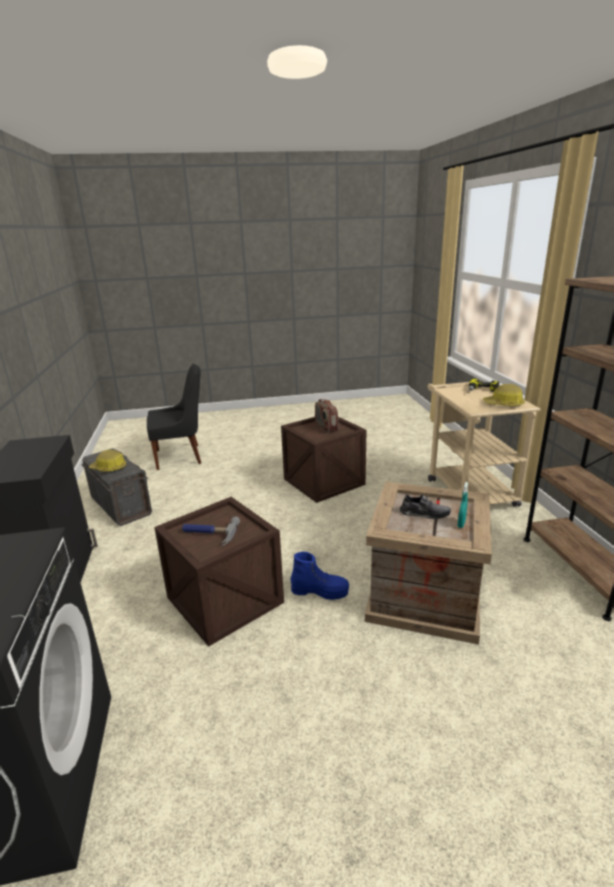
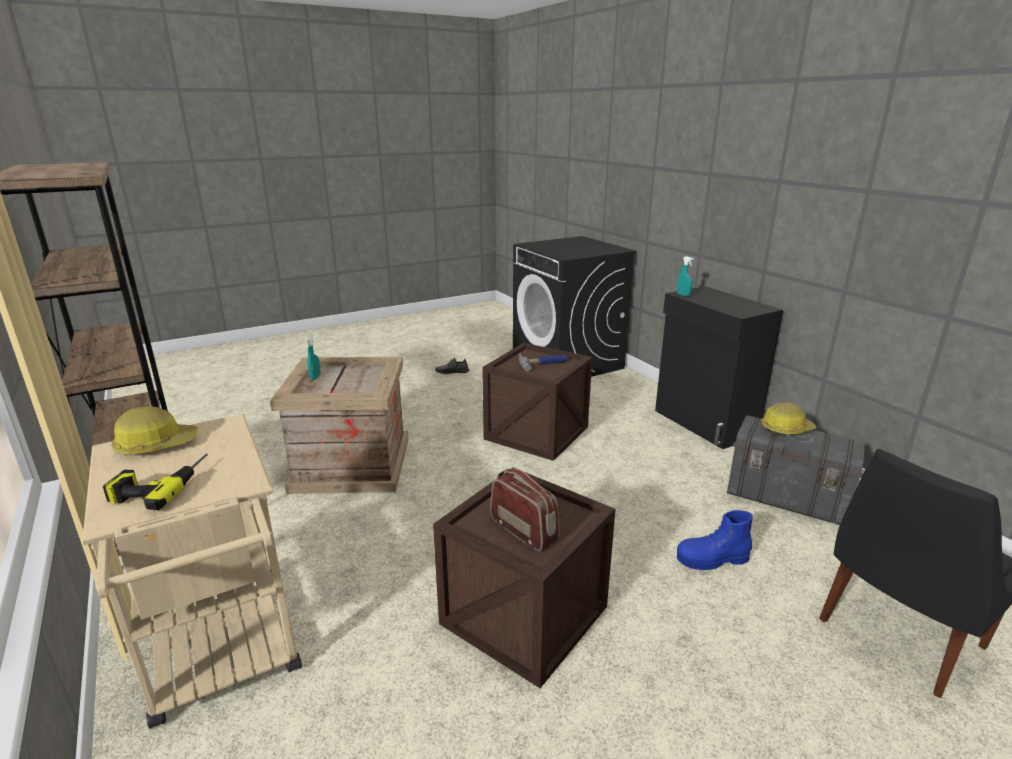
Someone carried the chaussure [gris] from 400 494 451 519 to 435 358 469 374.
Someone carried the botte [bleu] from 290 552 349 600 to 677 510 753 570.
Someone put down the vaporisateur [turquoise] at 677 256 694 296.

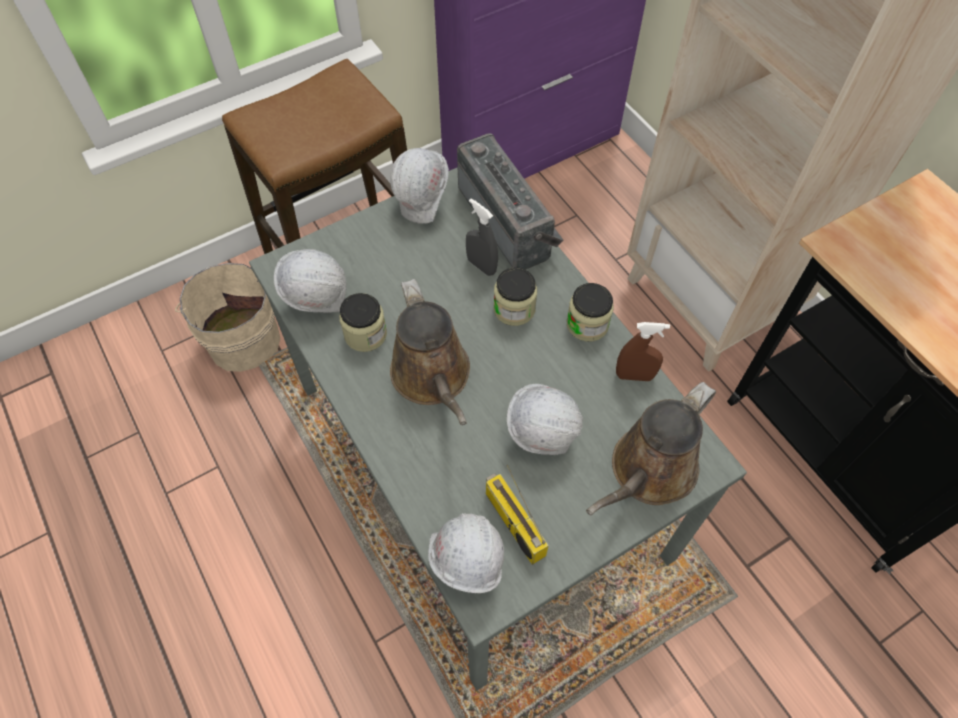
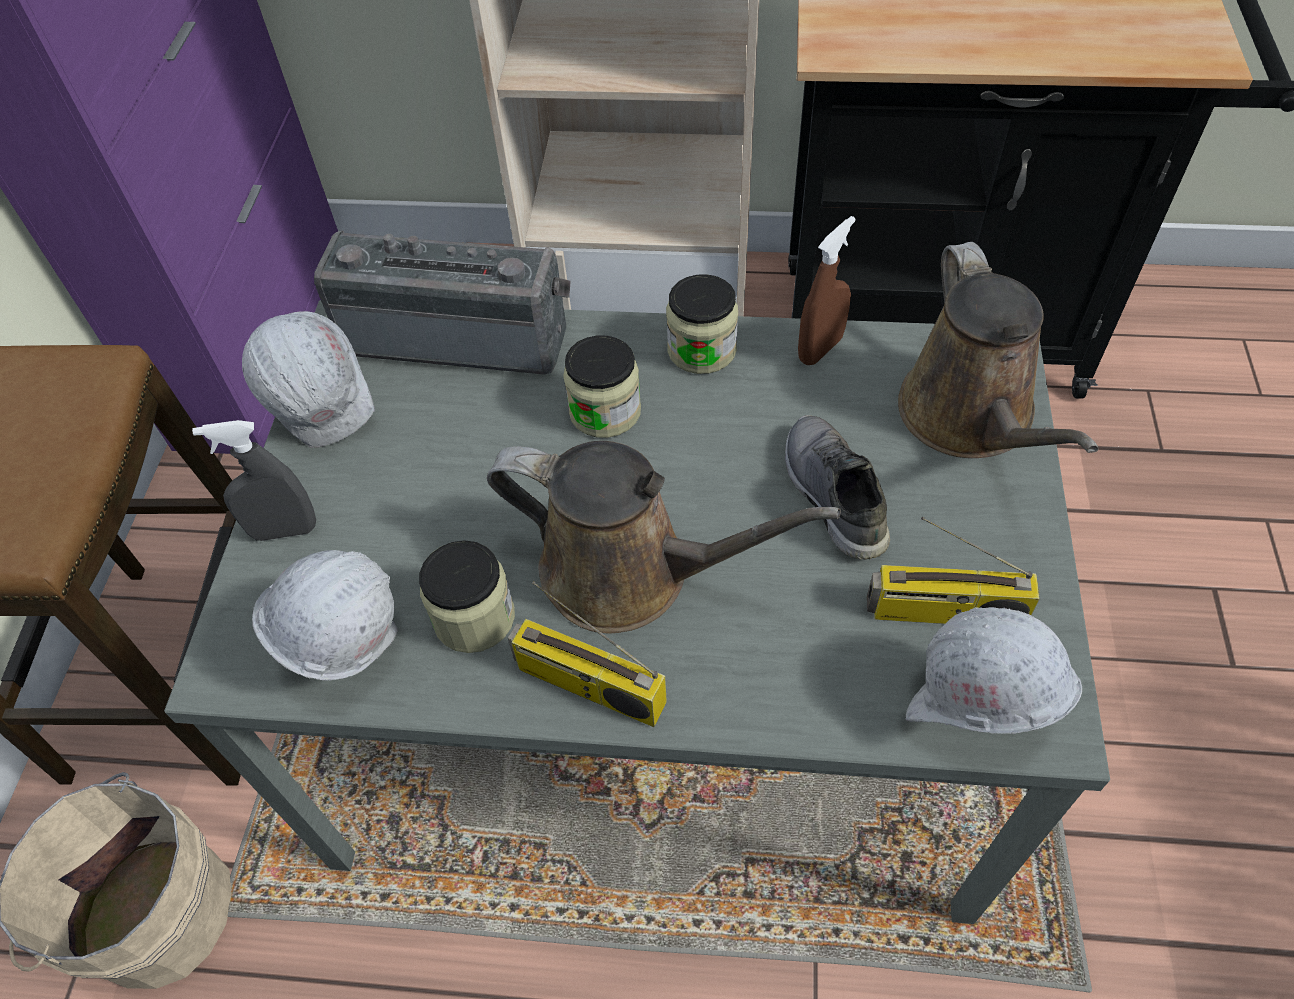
Someone carried the vaporisateur [gris] from 466 198 498 276 to 192 420 316 541.
Someone swapped the casque de chantier [blanc] at 507 384 607 455 for the chaussure [gris] at 785 415 890 560.
Someone put down the radio at 508 581 667 727.

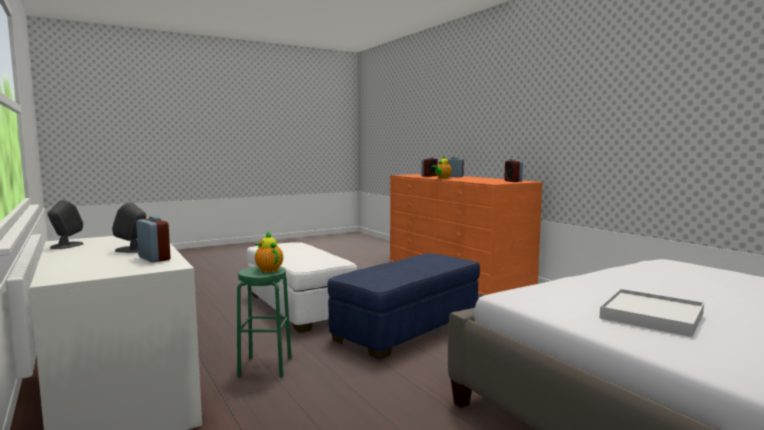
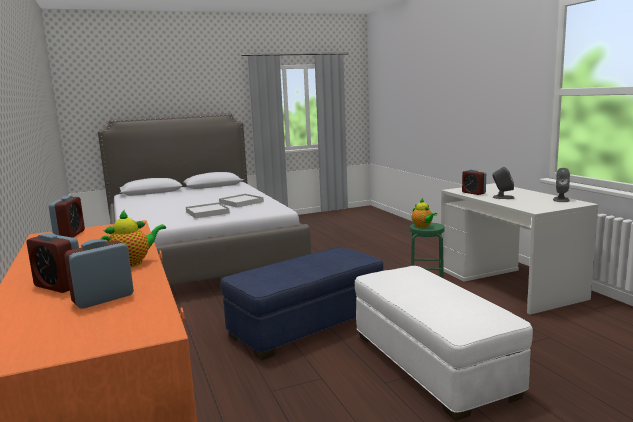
Someone put down the plateau [blanc] at 186 202 230 218.

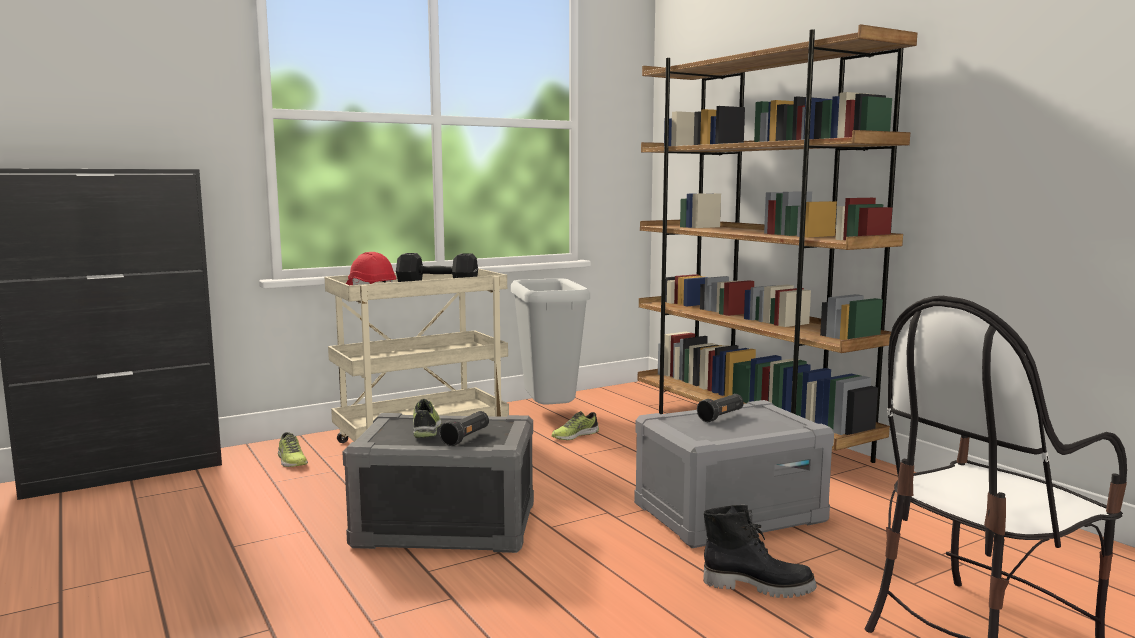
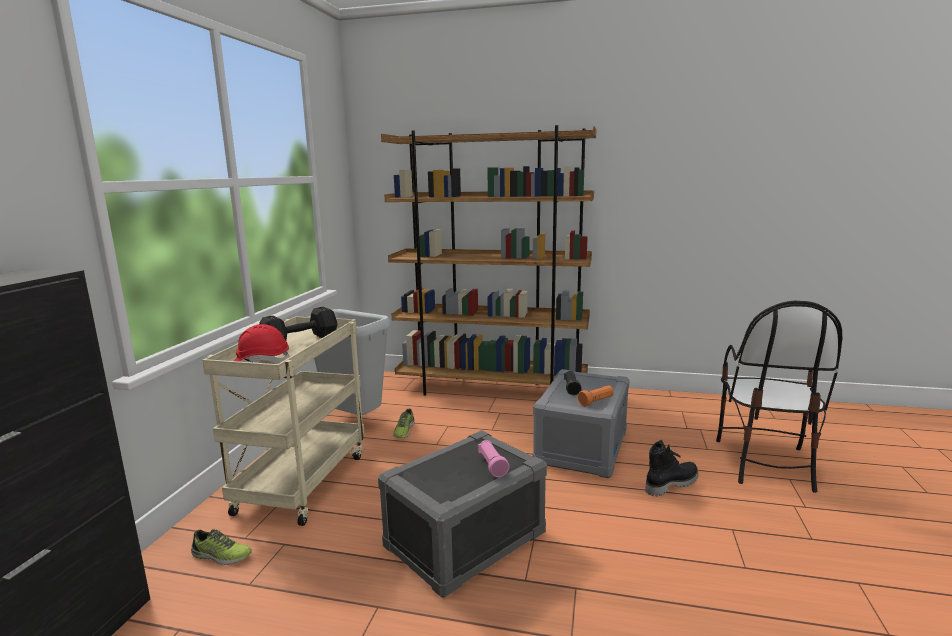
Someone took away the chaussure at 413 399 441 438.
Someone repainted the lampe de poche [noir] at 439 411 489 446, which became the lampe de poche [rose] at 478 440 509 477.
Someone put down the lampe de poche [orange] at 578 385 614 407.

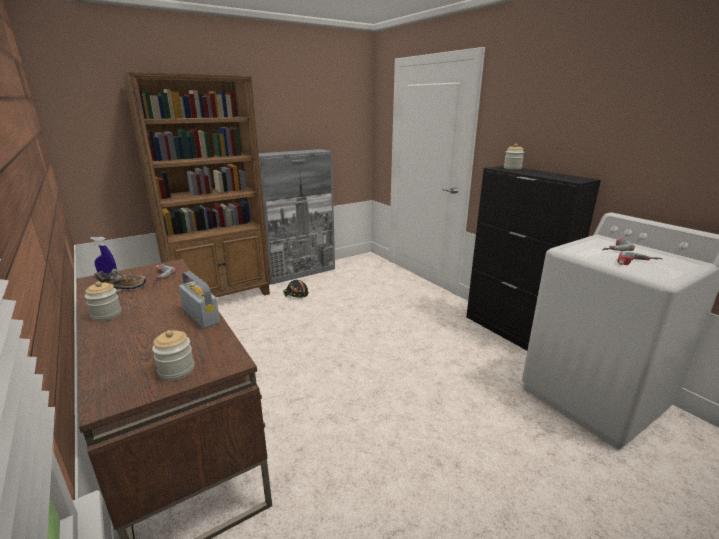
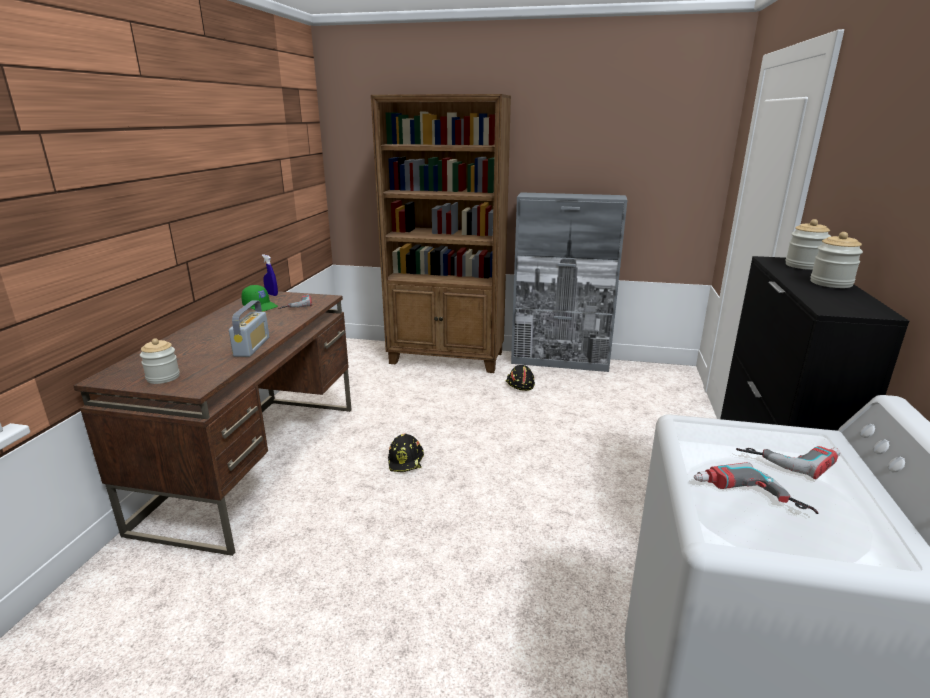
Someone swapped the chaussure at 94 269 147 291 for the casquette [vert] at 241 285 278 312.
Someone carried the bocal from 85 281 122 321 to 810 232 863 288.
Someone put down the casque de chantier [noir] at 388 433 424 472.

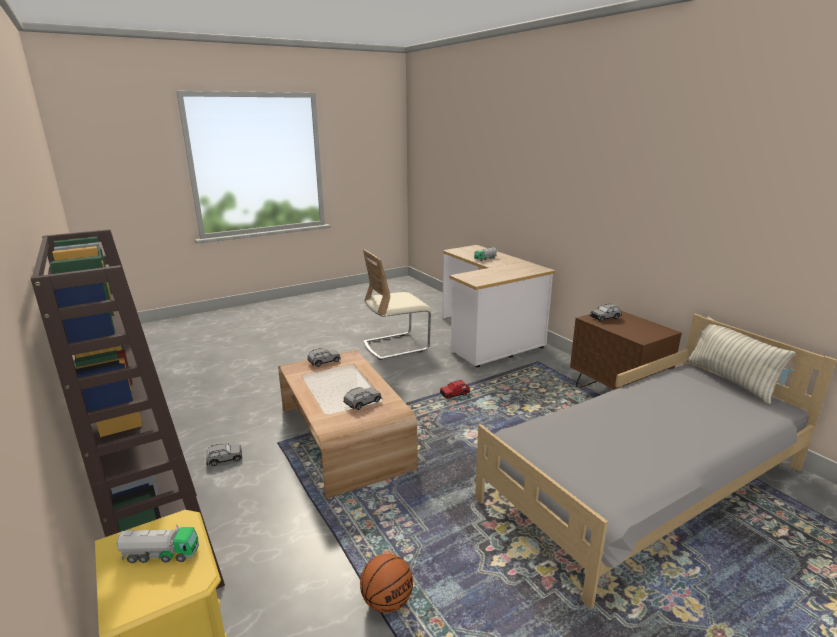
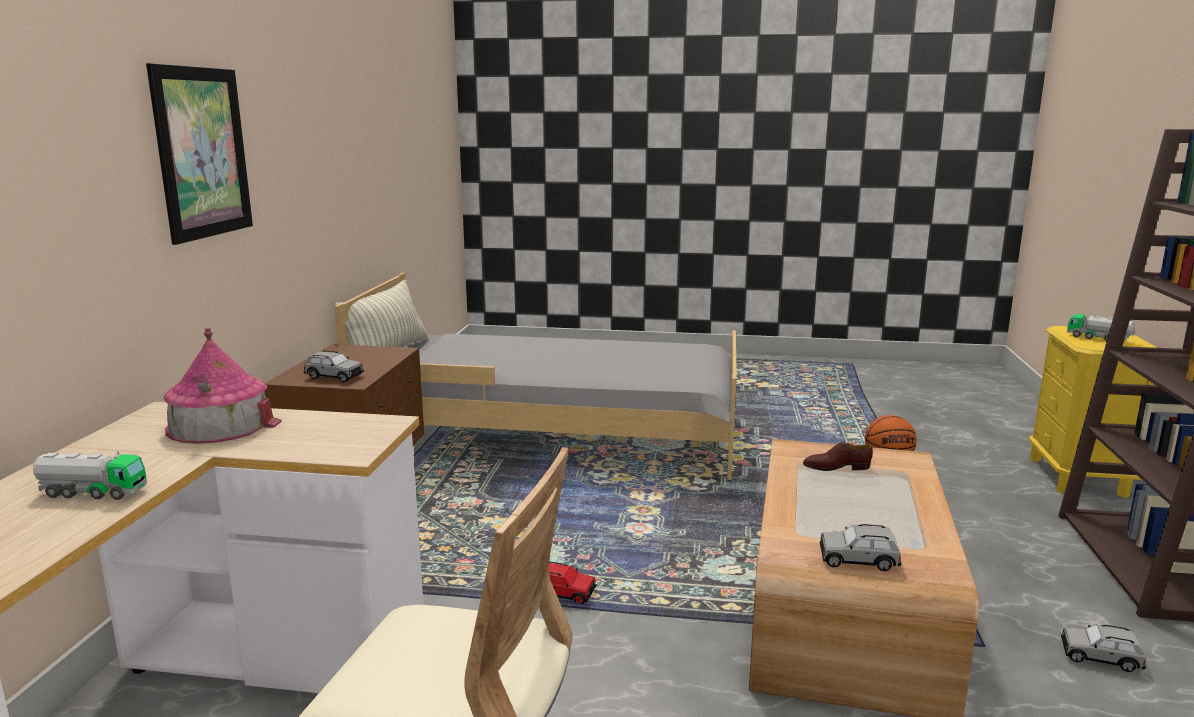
Someone swapped the petite voiture [gris] at 343 387 382 410 for the chaussure [marron] at 803 442 873 471.
Someone put up the tableau at 146 63 253 245.
Someone put down the maison miniature at 163 328 281 444.

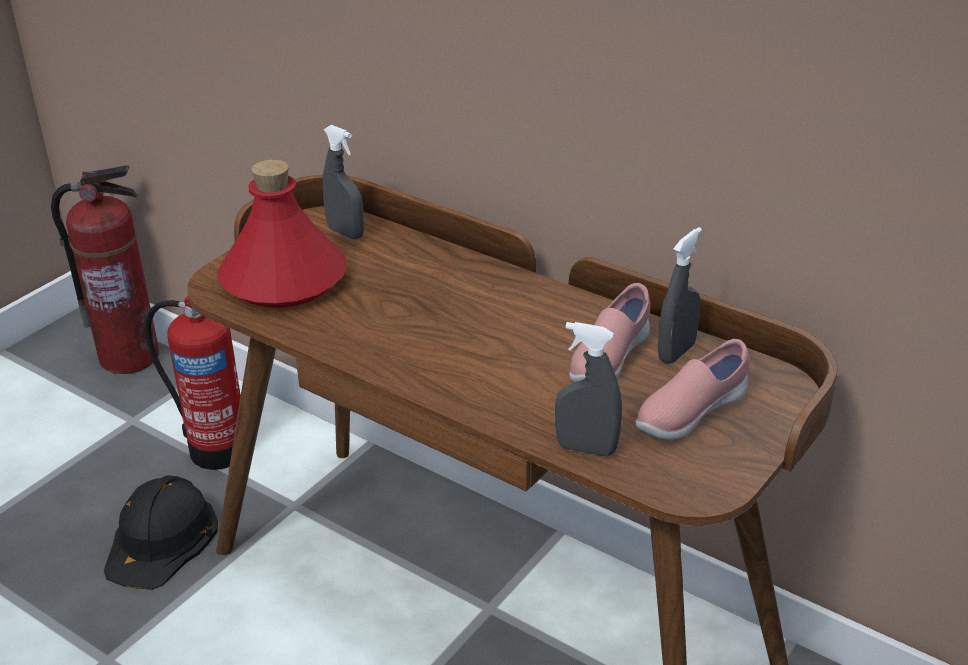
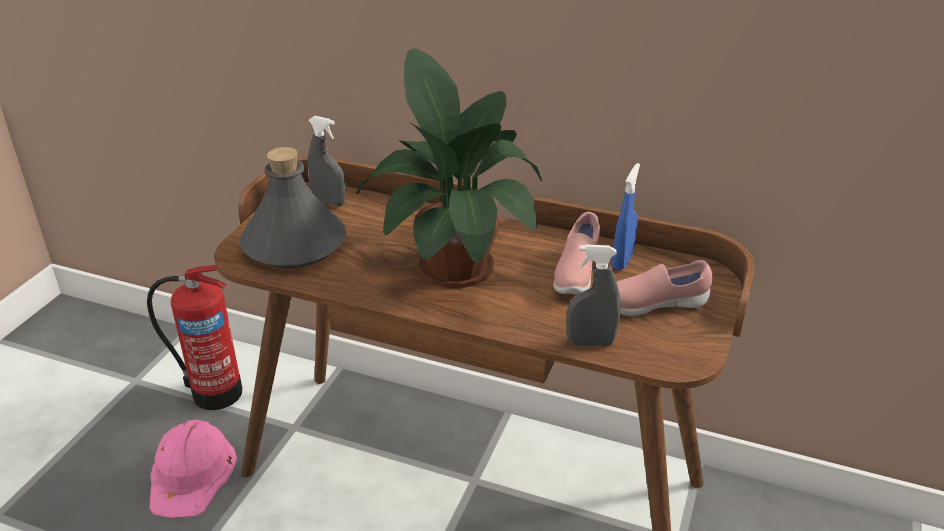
Someone repainted the bouteille [rouge] at 218 160 347 308, which became the bouteille [gris] at 240 147 346 269.
Someone took away the extincteur at 51 165 159 374.
Someone repainted the vaporisateur [gris] at 658 227 702 364, which became the vaporisateur [bleu] at 612 163 640 270.
Someone rotated the chaussure [rose] at 635 339 750 440 by 45 degrees clockwise.
Someone repainted the casque de chantier [noir] at 104 475 218 590, which became the casque de chantier [rose] at 150 420 237 519.
Someone put down the plante en pot at 356 48 542 288.

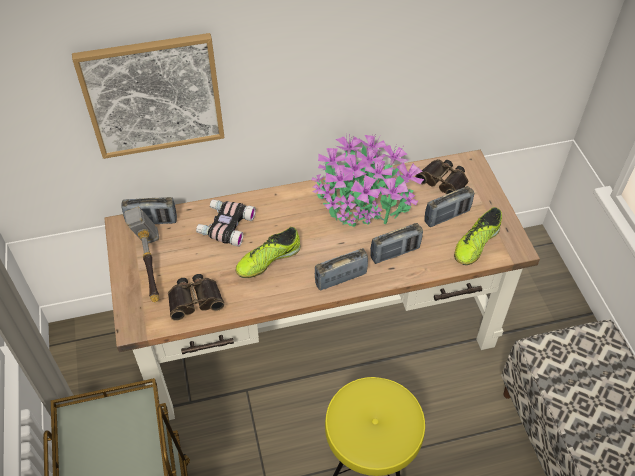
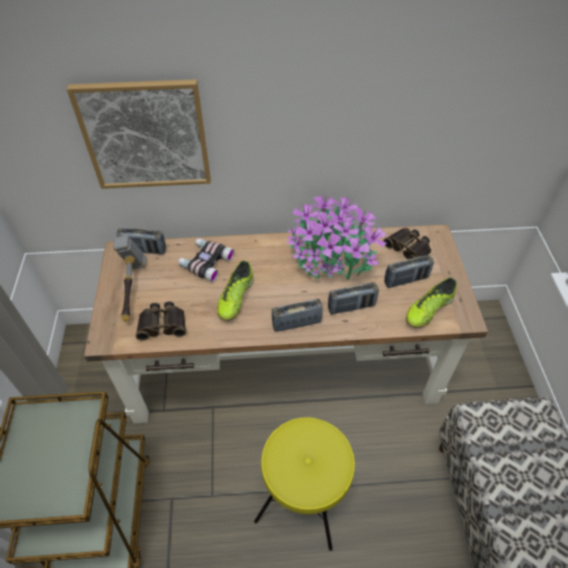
Someone rotated the chaussure at 235 227 300 278 by 45 degrees counterclockwise.

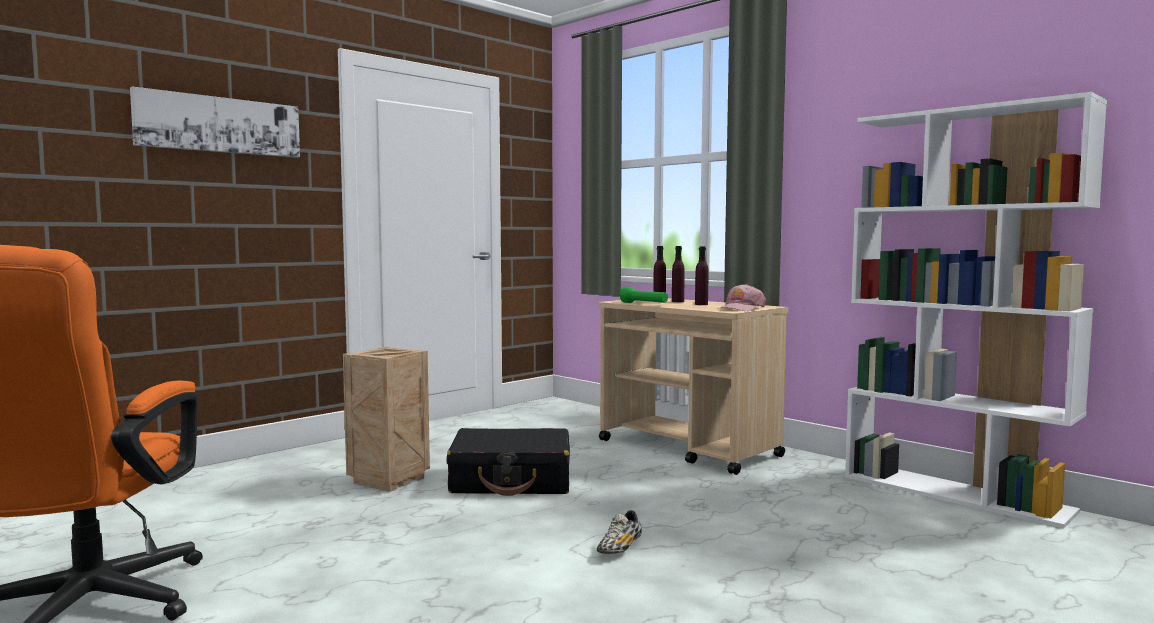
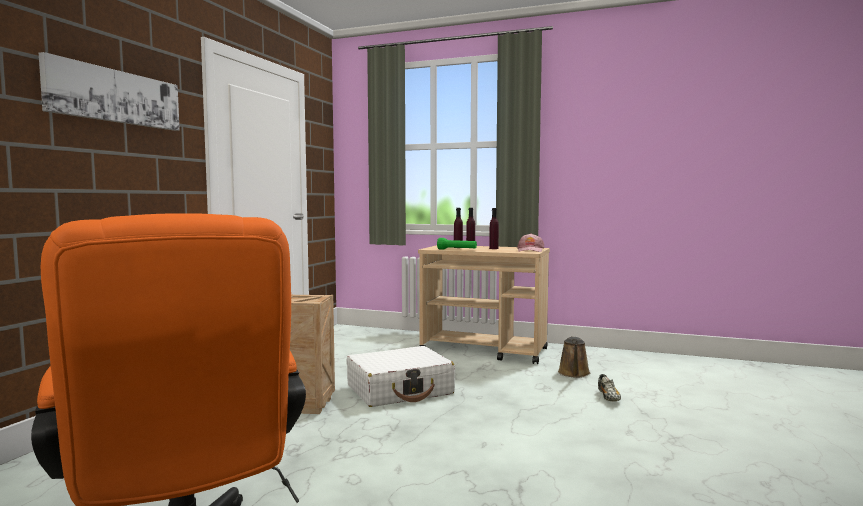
Someone took away the bibliothèque [blanc] at 845 92 1107 529.
Someone repainted the valise [noir] at 447 428 570 496, which became the valise [blanc] at 346 346 455 407.
Someone carried the chaussure from 597 510 642 554 to 598 374 621 401.
Someone put down the arrosoir [marron] at 558 336 590 378.

